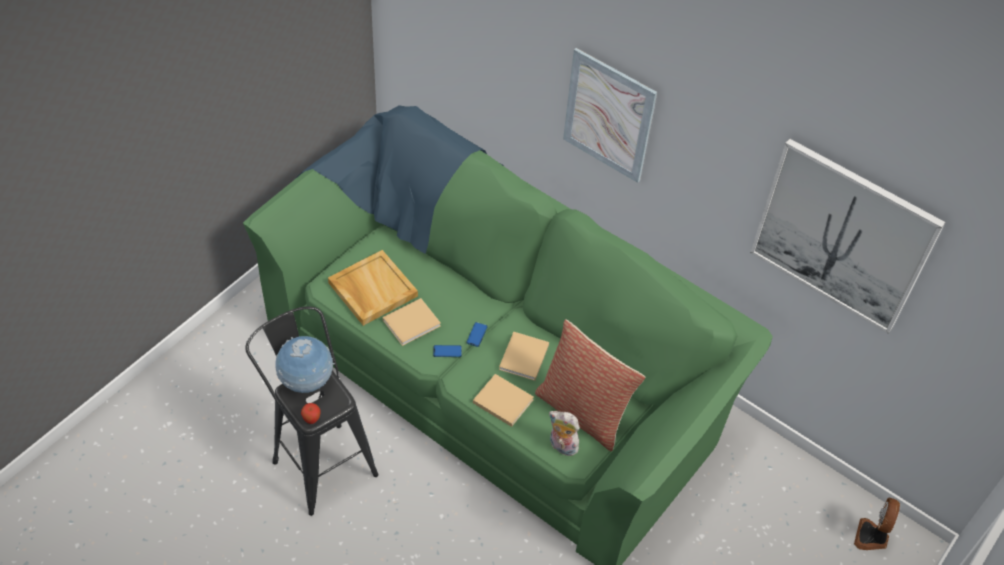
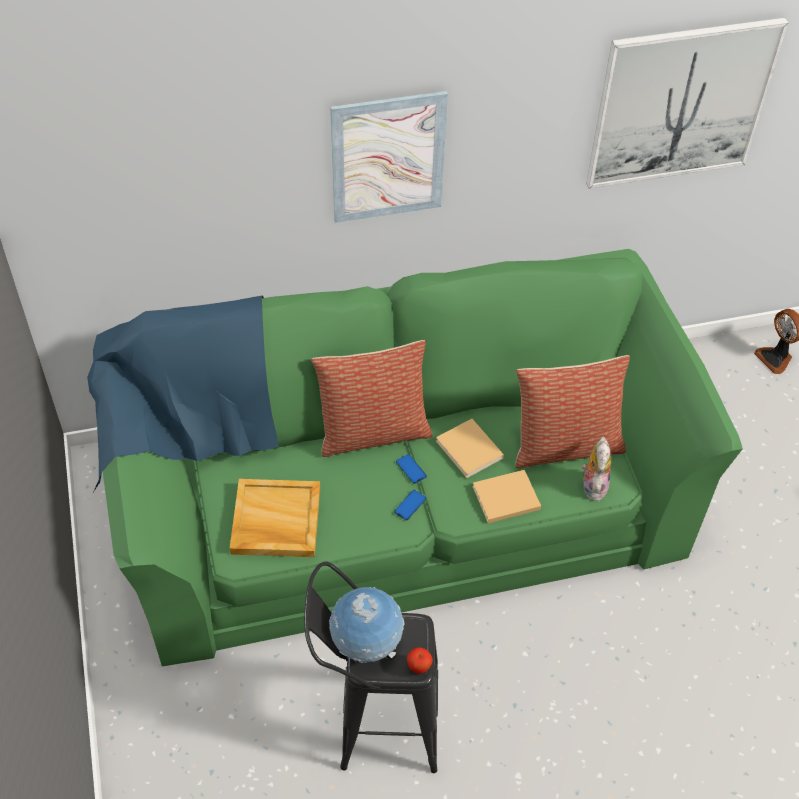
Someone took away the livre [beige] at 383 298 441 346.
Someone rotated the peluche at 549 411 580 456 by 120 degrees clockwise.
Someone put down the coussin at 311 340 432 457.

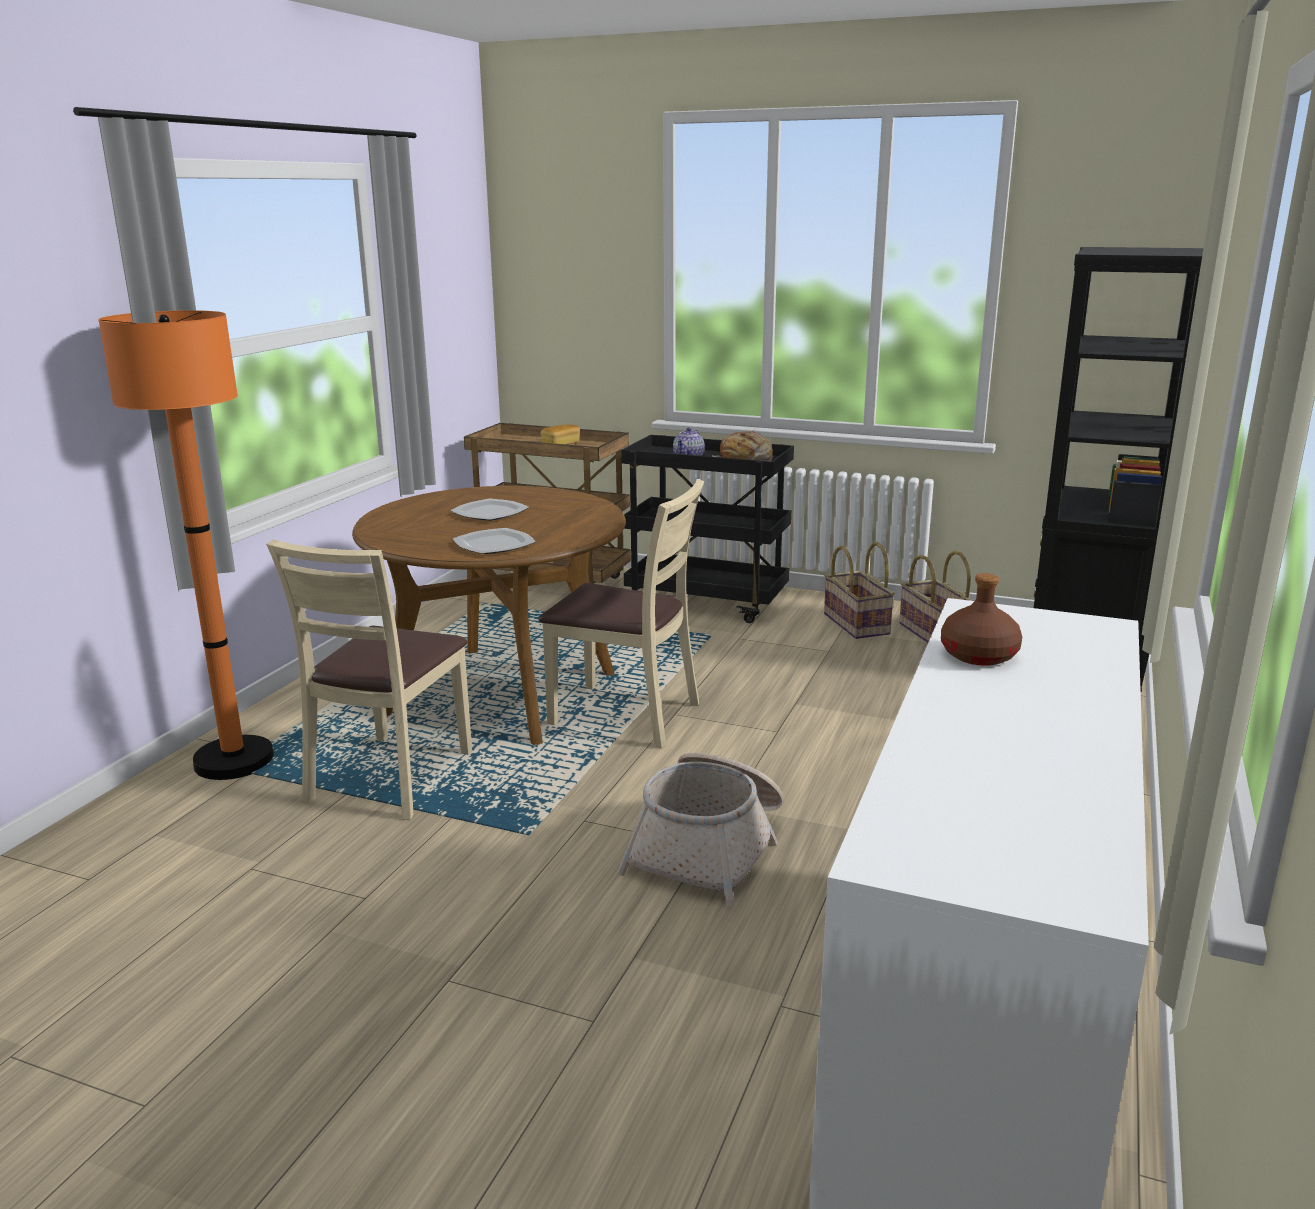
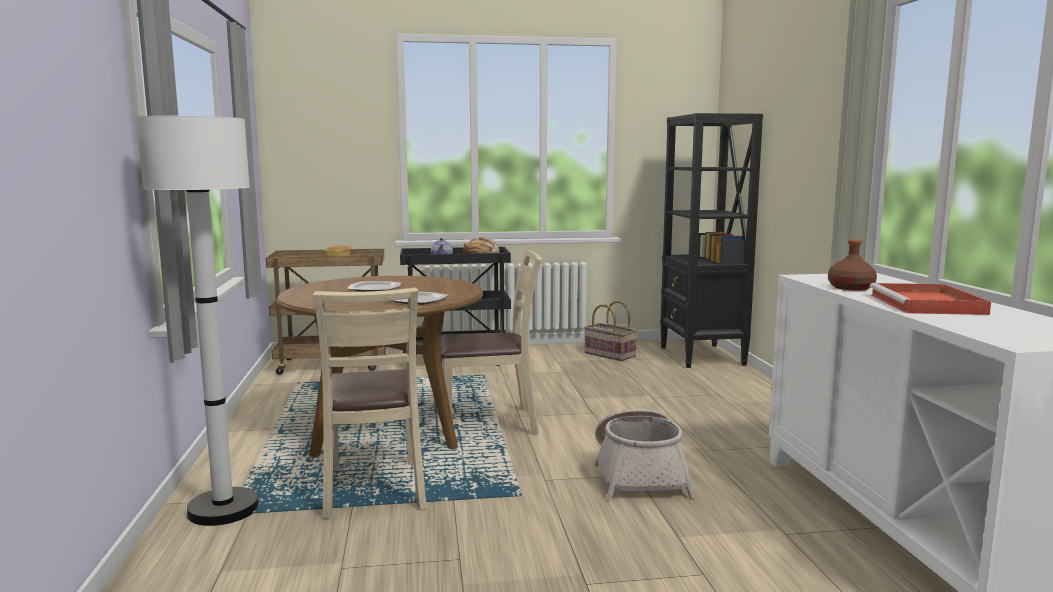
Someone repainted the lampadaire [orange] at 98 310 274 780, which became the lampadaire [blanc] at 136 115 259 526.
Someone took away the panier at 824 542 895 639.
Someone put down the plateau [rouge] at 870 283 991 315.

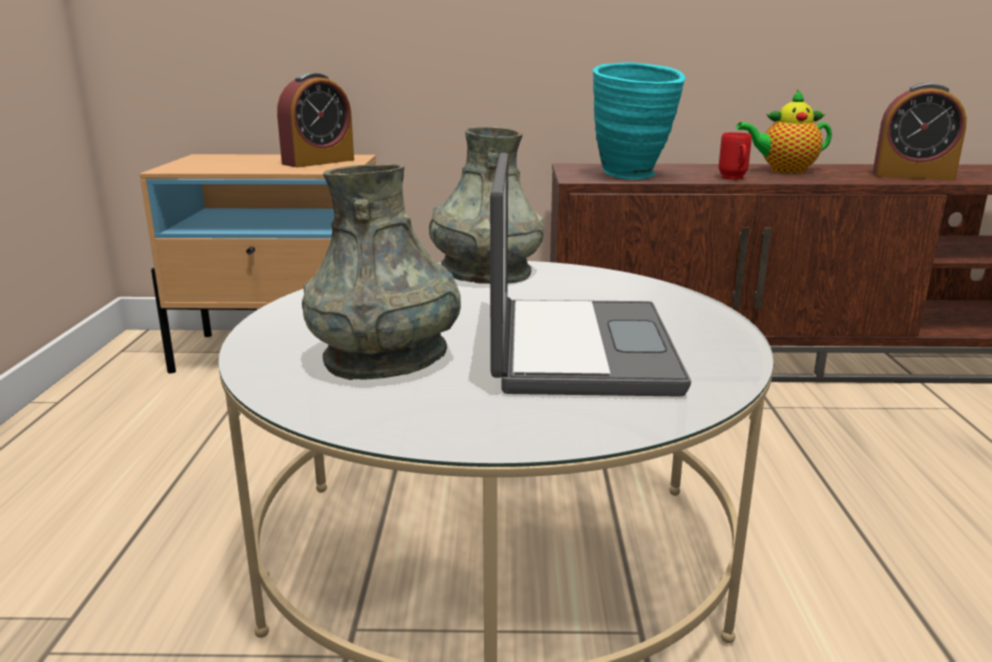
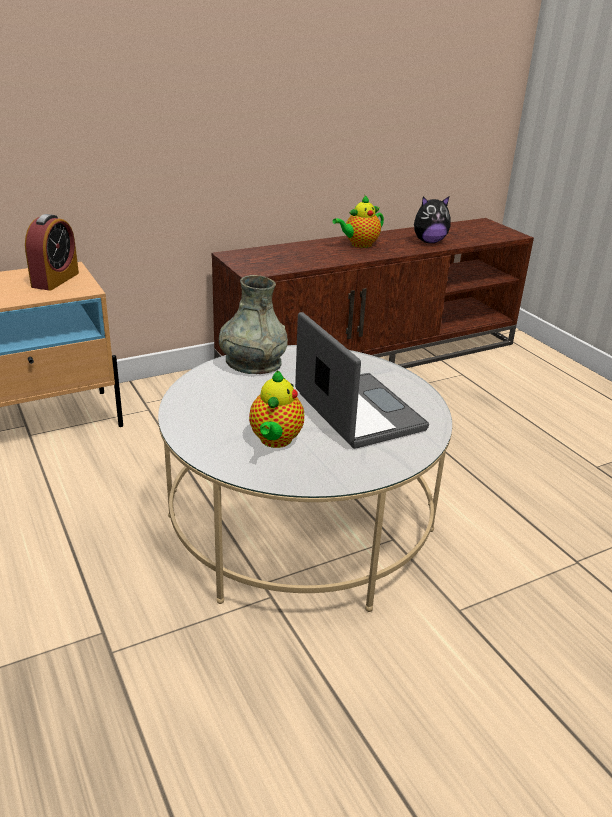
Someone took away the vase [turquoise] at 593 62 686 180.
Someone swapped the réveil at 873 83 967 180 for the peluche at 414 196 451 243.
Someone took away the mug [rouge] at 719 132 752 179.
Someone swapped the vase [gris] at 302 164 461 380 for the théière at 249 370 304 448.

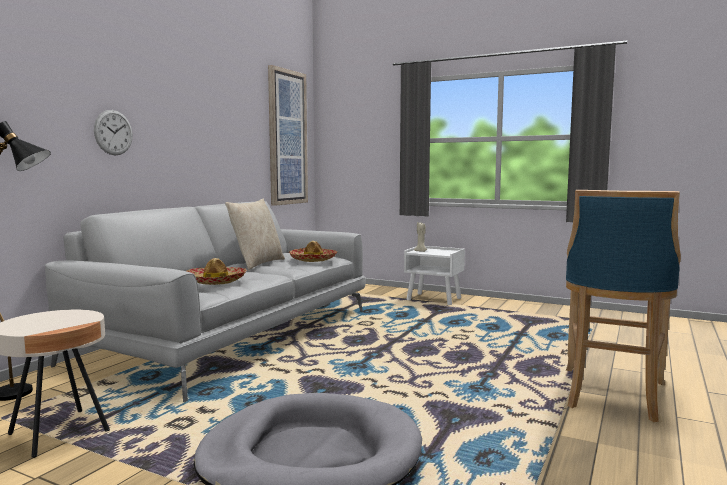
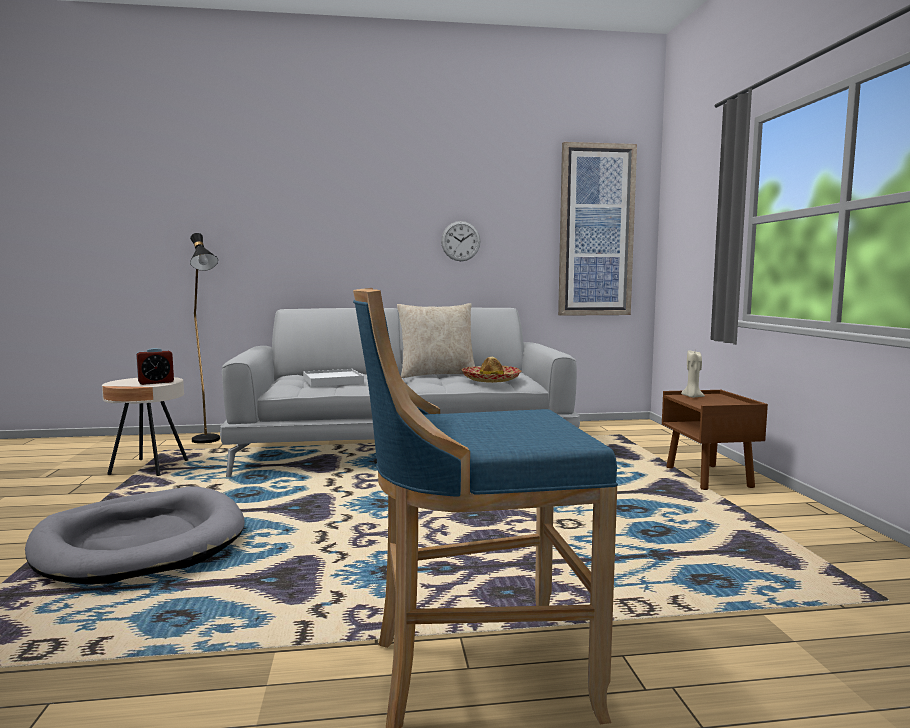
Someone carried the horloge murale from 94 110 133 155 to 441 221 481 261.
Someone repainted the table de chevet [blanc] at 404 246 465 305, which became the table de chevet [marron] at 662 390 768 490.
Someone swapped the chapeau at 187 258 247 285 for the plateau [blanc] at 303 369 364 387.
Someone put down the réveil at 136 348 174 385.

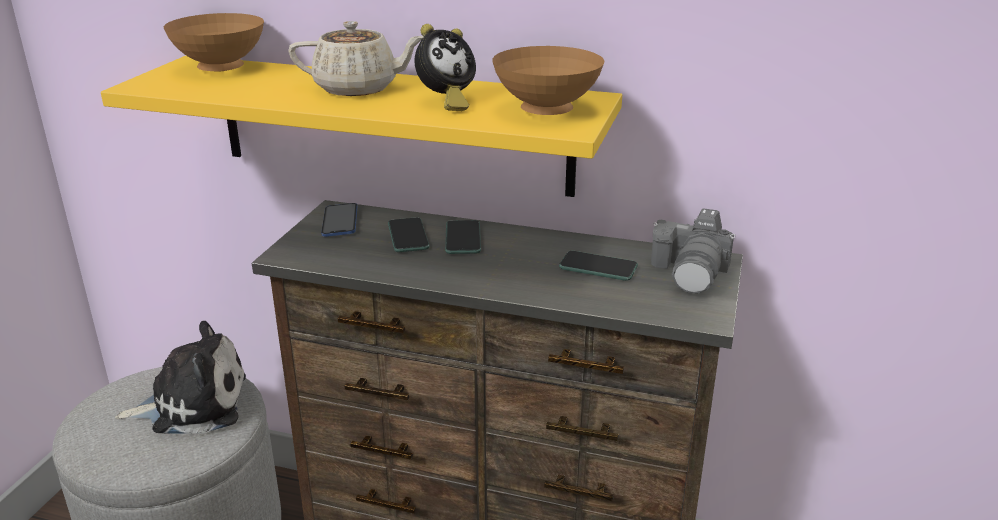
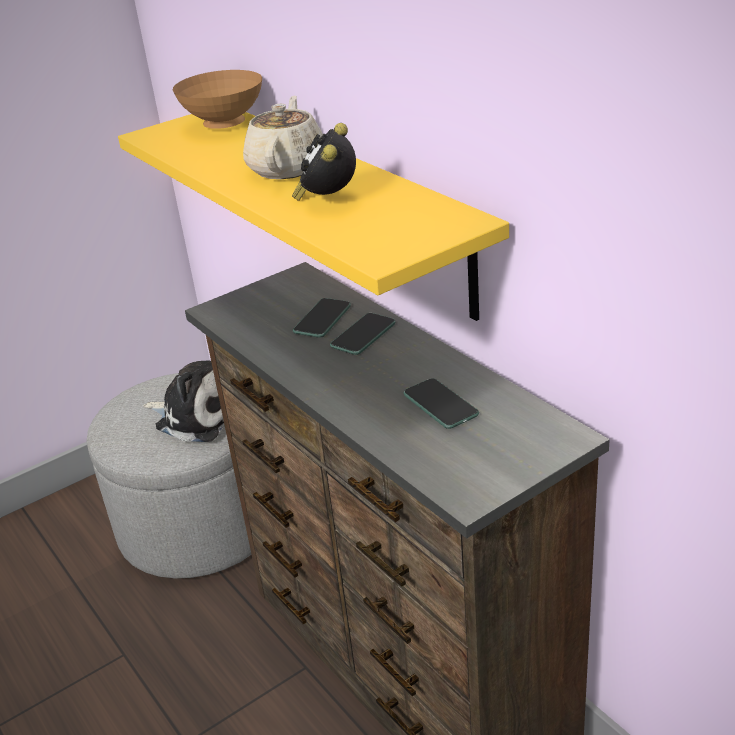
Someone rotated the théière [beige] at 288 21 423 96 by 120 degrees counterclockwise.
Someone rotated the réveil at 415 24 476 111 by 105 degrees clockwise.
Someone took away the bol [marron] at 492 46 604 115.
Someone took away the téléphone at 321 203 357 237.
Someone took away the appareil photo at 651 208 736 293.

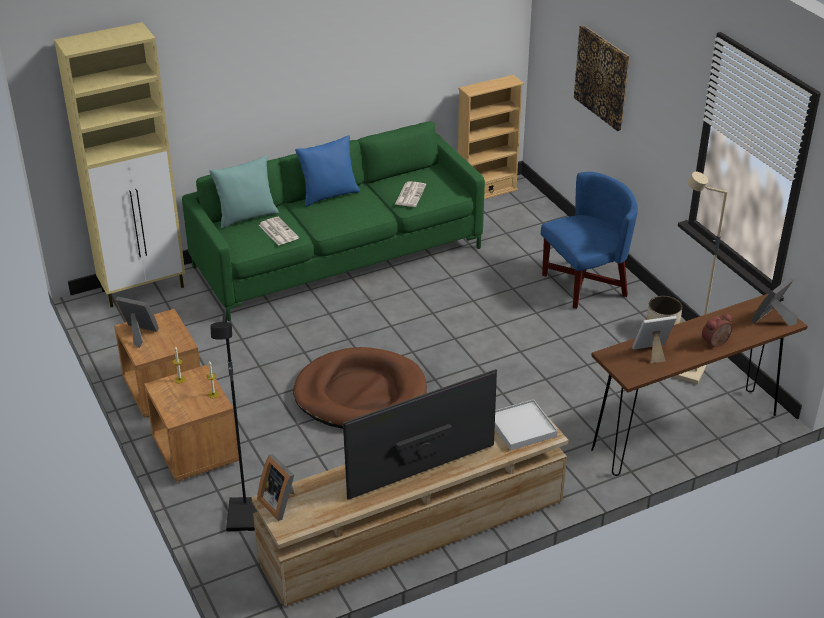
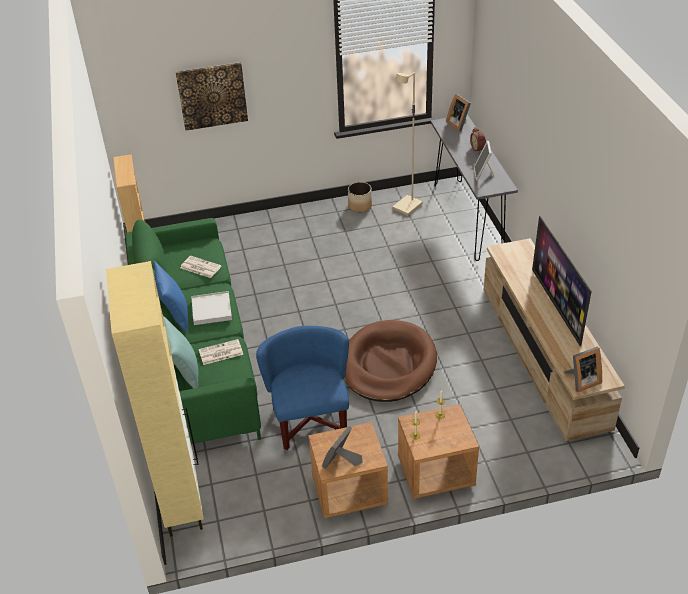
Someone carried the fauteuil [bleu] from 541 172 638 309 to 256 326 349 450.
Someone repainted the table console [marron] at 591 294 808 476, which became the table console [gris] at 431 115 518 261.
Someone took away the lampadaire [noir] at 210 312 257 532.
Someone carried the plateau [blanc] from 495 399 558 451 to 191 291 232 325.

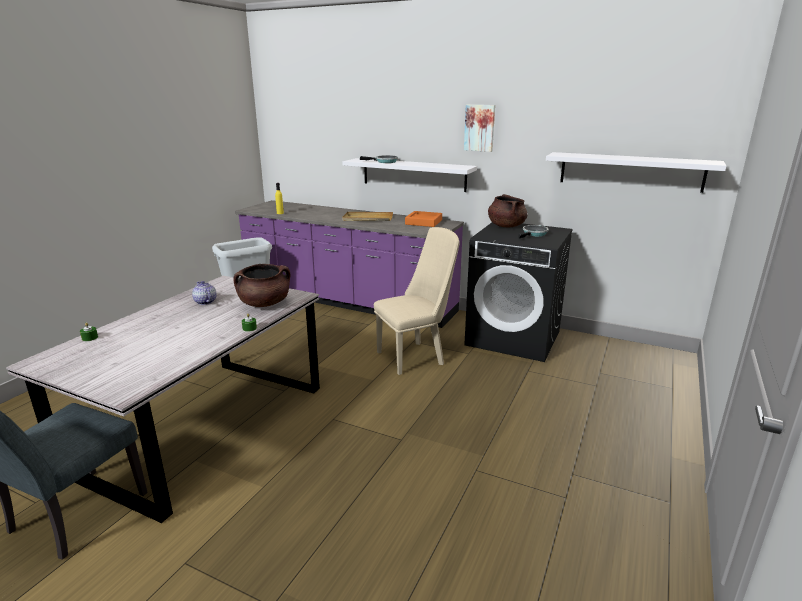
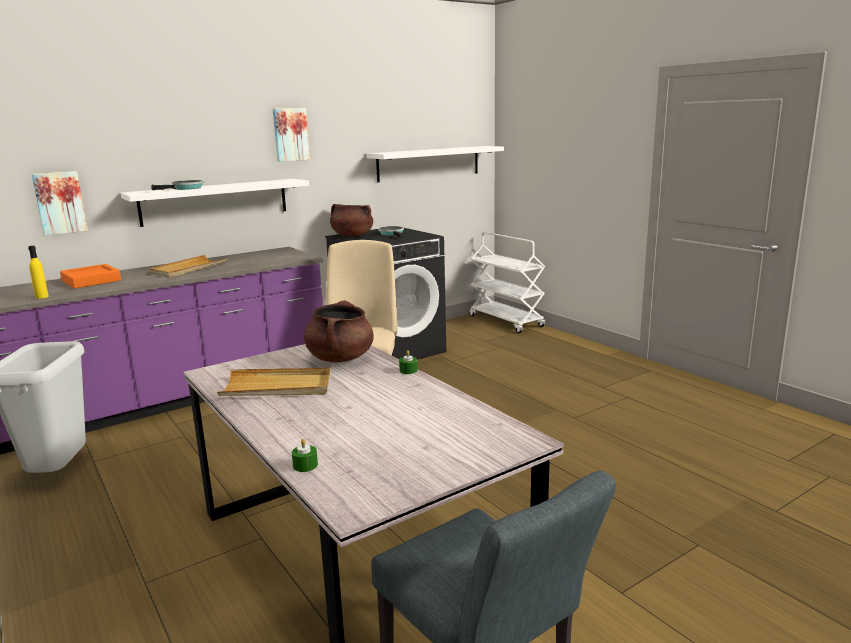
Someone carried the plateau [orange] from 405 211 442 227 to 60 264 121 289.
Someone swapped the théière at 192 281 217 305 for the plateau [beige] at 217 368 331 396.
Someone put up the tableau at 32 171 88 235.
Someone put down the chariot [blanc] at 469 232 545 333.

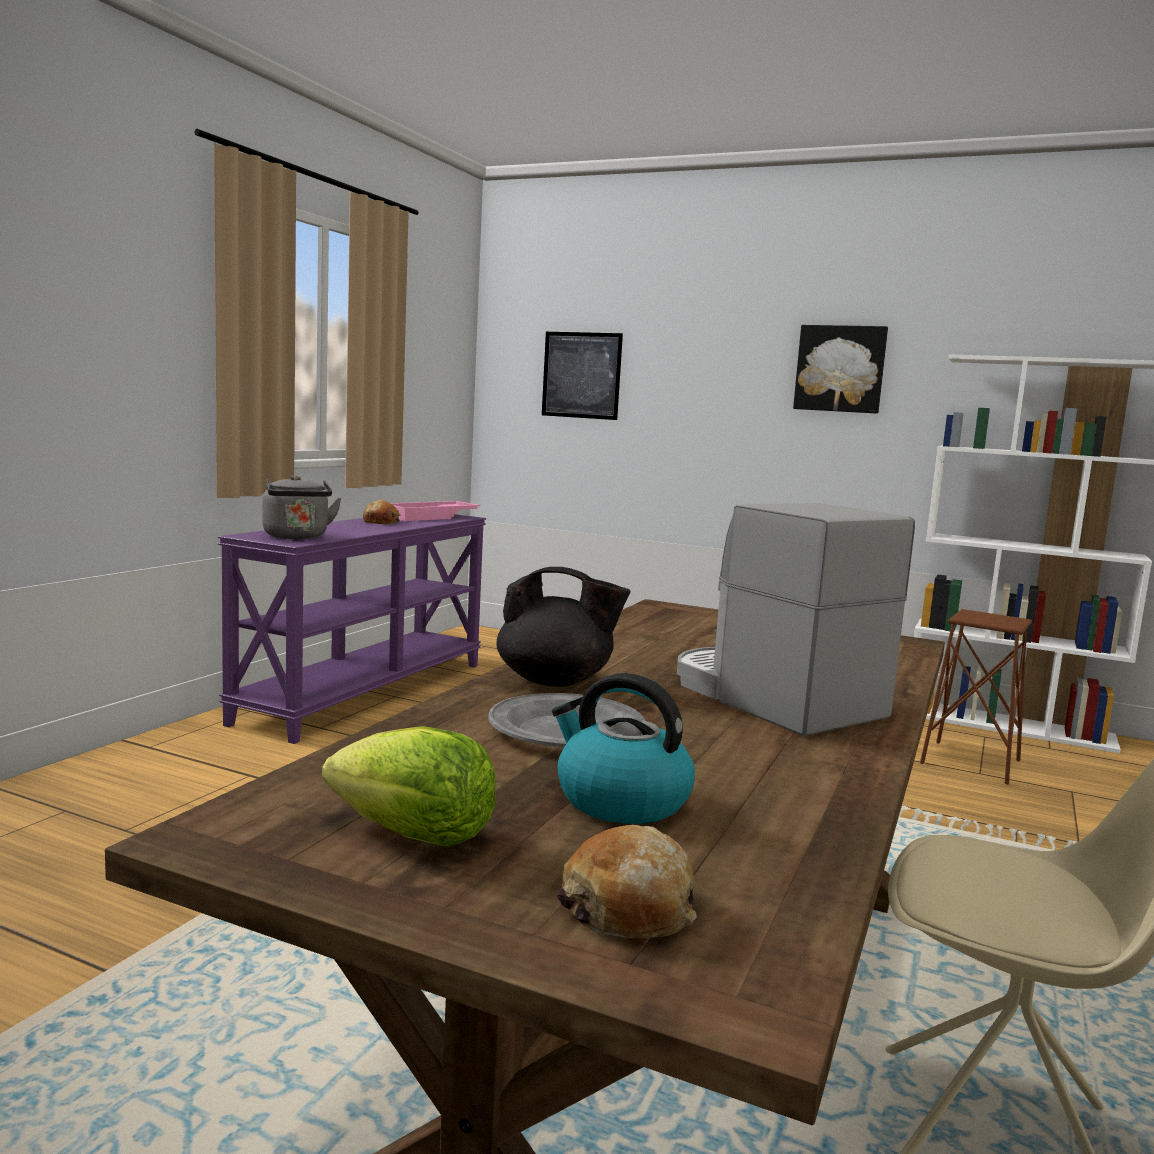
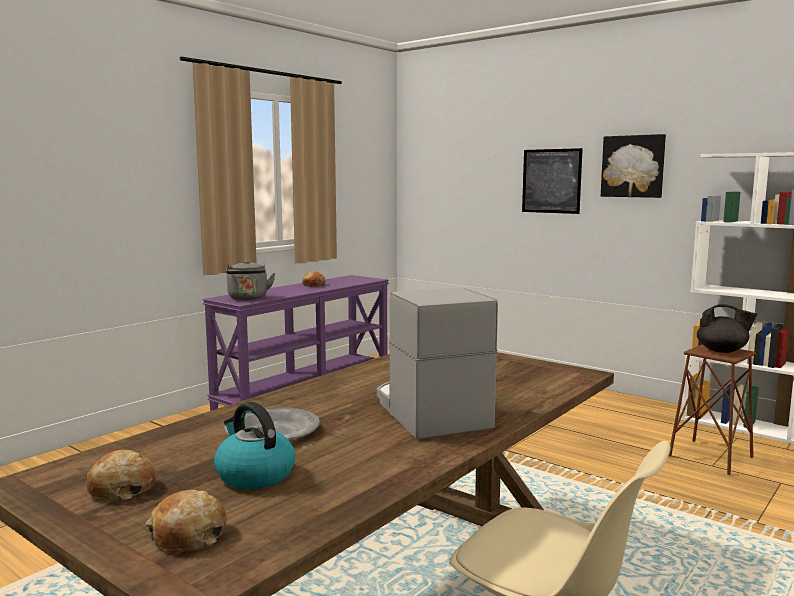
Someone carried the tableau from 542 332 623 420 to 522 148 583 214.
Someone took away the plateau [rose] at 390 501 480 521.
Someone carried the théière [noir] from 496 567 631 687 to 697 304 757 353.
Someone swapped the laitue at 322 726 496 847 for the pain at 86 450 155 501.

